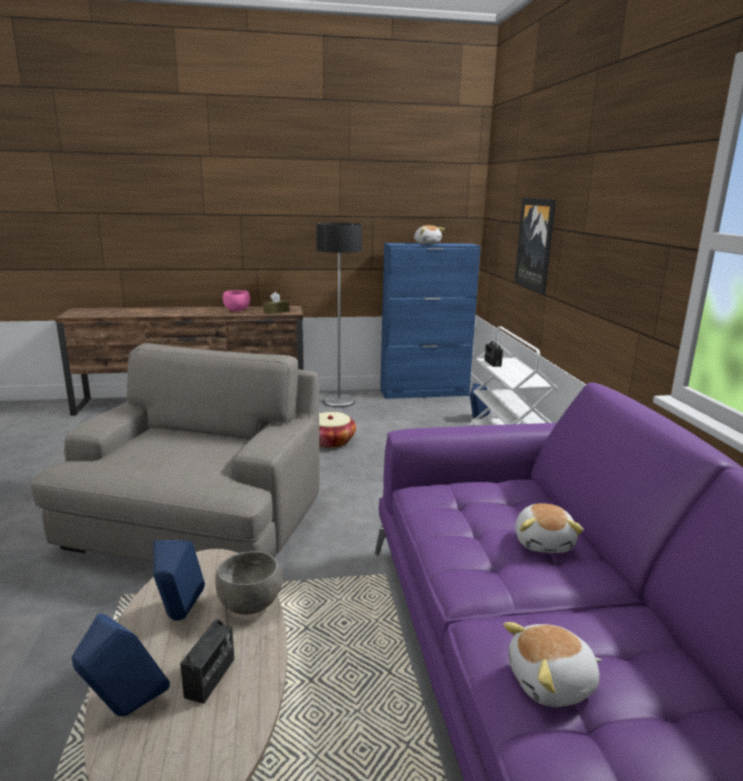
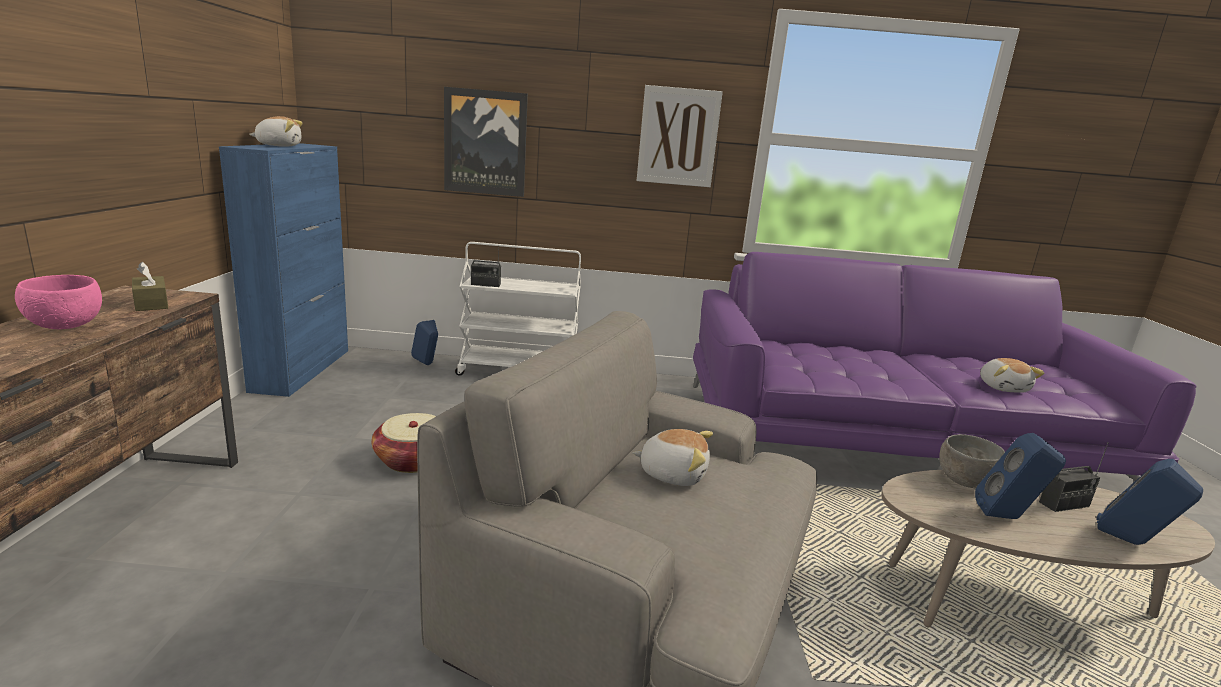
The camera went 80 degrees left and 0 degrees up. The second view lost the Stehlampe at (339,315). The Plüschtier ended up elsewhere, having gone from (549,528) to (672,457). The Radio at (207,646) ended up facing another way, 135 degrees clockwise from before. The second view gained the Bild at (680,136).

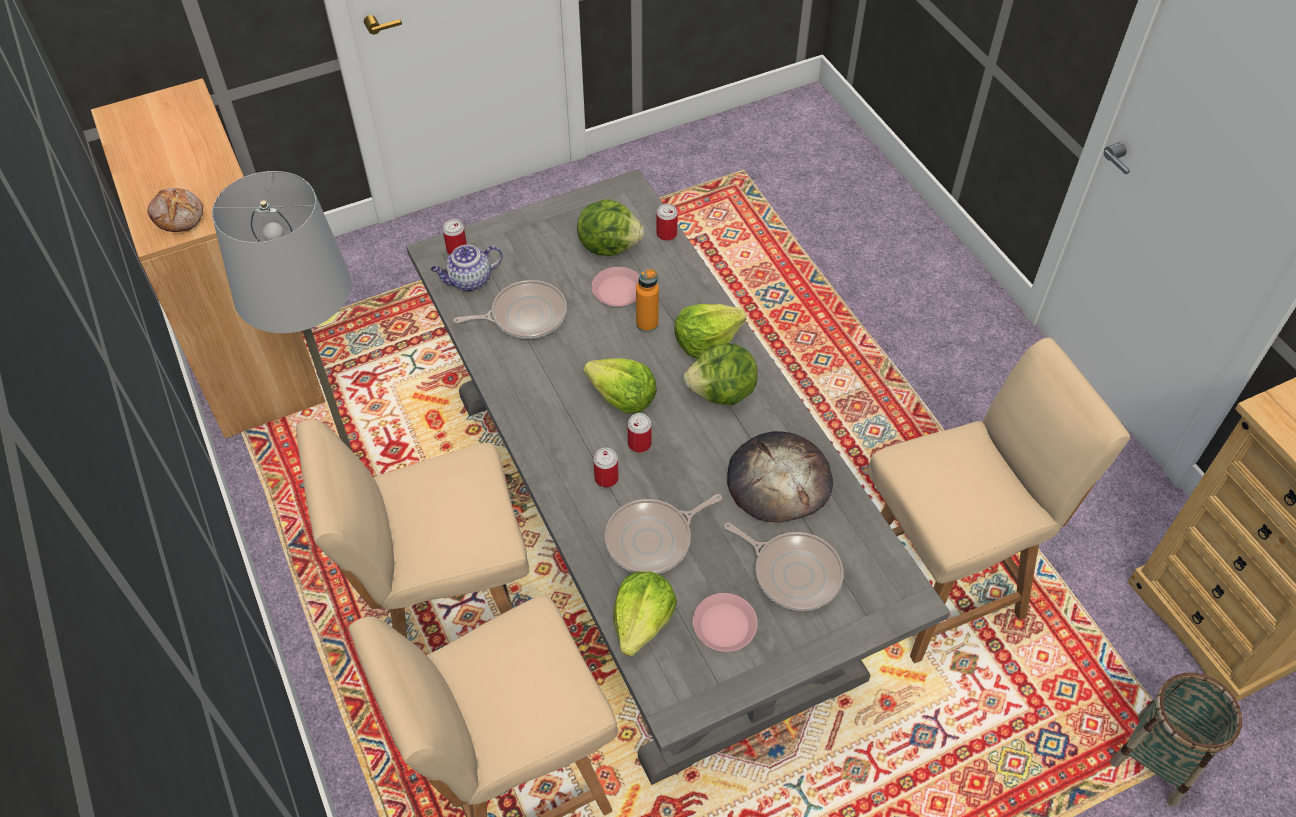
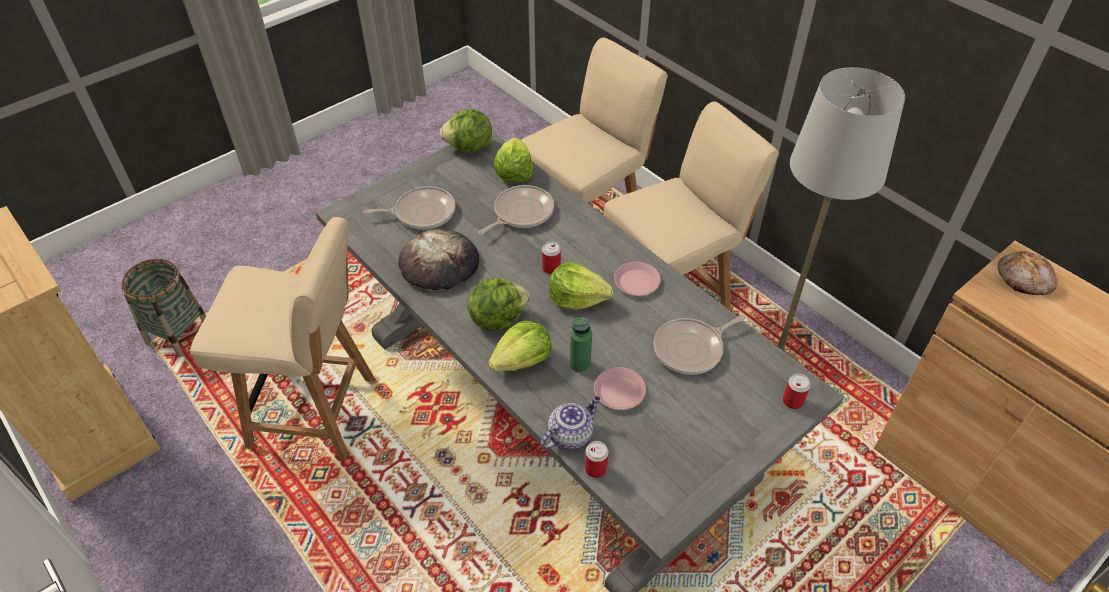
The camera went 165 degrees right and 5 degrees down. The Salatkopf ended up elsewhere, having gone from (610,227) to (466,131). The Teekanne ended up elsewhere, having gone from (467,268) to (570,423). What was the Flasche [orange] at (647,300) turned into the Flasche [grün] at (581,345). The Stuhl [beige] at (998,500) ended up facing another way, 135 degrees counterclockwise from before. The second view lost the Dose at (606,468). The Pfanne at (784,566) ended up facing another way, 150 degrees clockwise from before. The Teller [rosa] ended up elsewhere, having gone from (725,622) to (637,279).

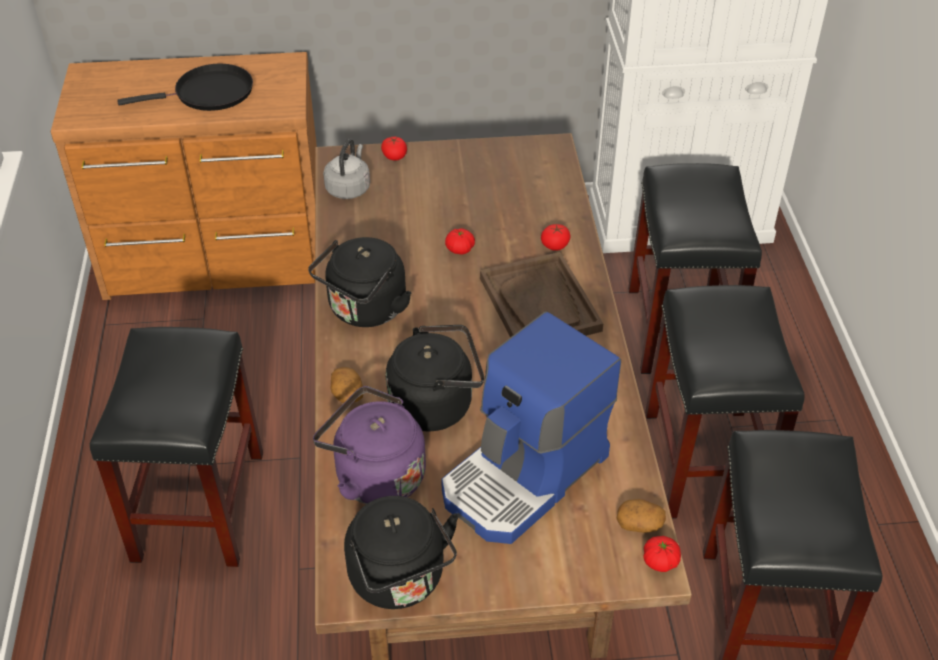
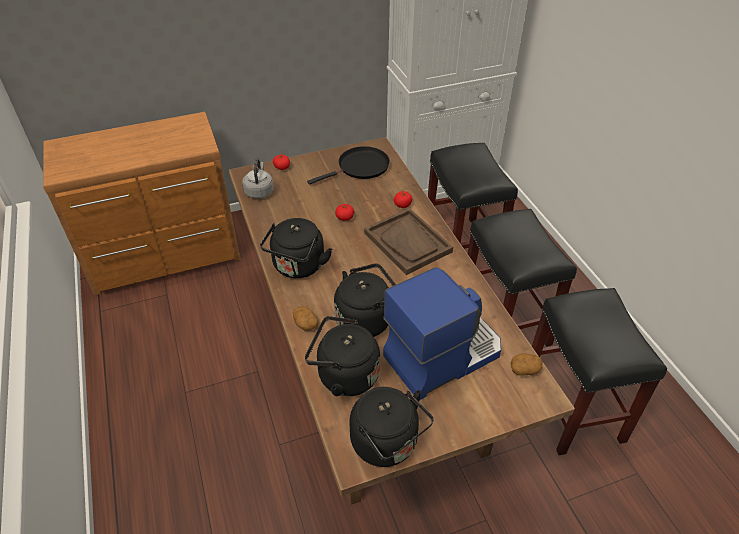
The camera went 15 degrees left and 0 degrees up. The Pfanne [schwarz] ended up elsewhere, having gone from (185,87) to (348,165). The Kaffeemaschine at (531,427) ended up facing another way, 150 degrees counterclockwise from before. The second view lost the Hocker [schwarz] at (176,447). What was the Wasserkessel [lila] at (369,445) turned into the Wasserkessel [schwarz] at (342,356). The second view lost the Tomate at (662,554).

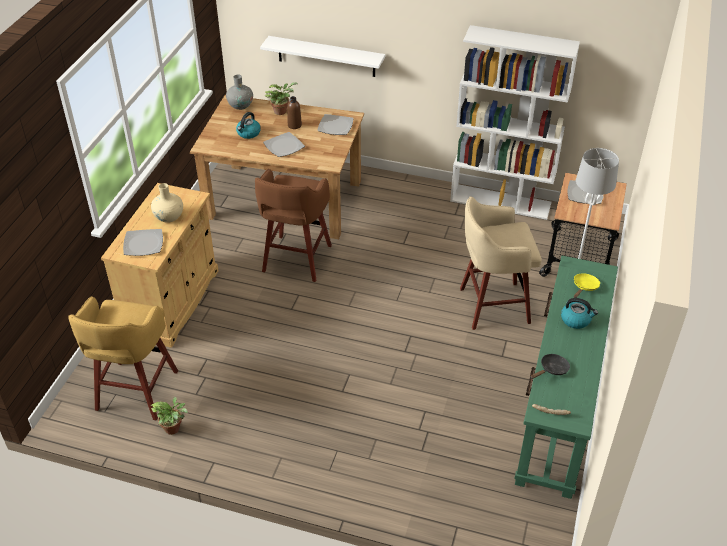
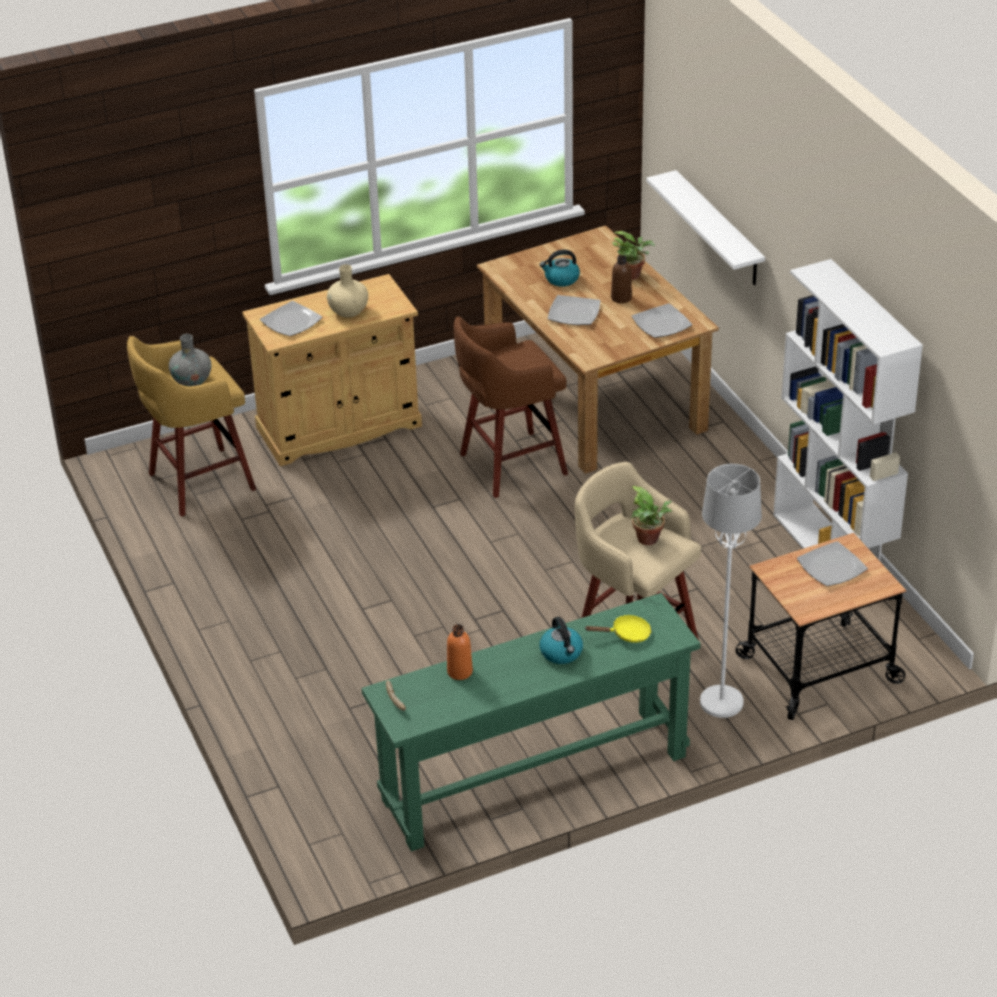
The camera went 50 degrees right and 5 degrees down. The Vase [grau] ended up elsewhere, having gone from (239,92) to (190,360). Where the Pfanne [schwarz] stood at (550,366), the Flasche [orange] came to stand at (460,652). The Topfpflanze ended up elsewhere, having gone from (169,416) to (651,515).

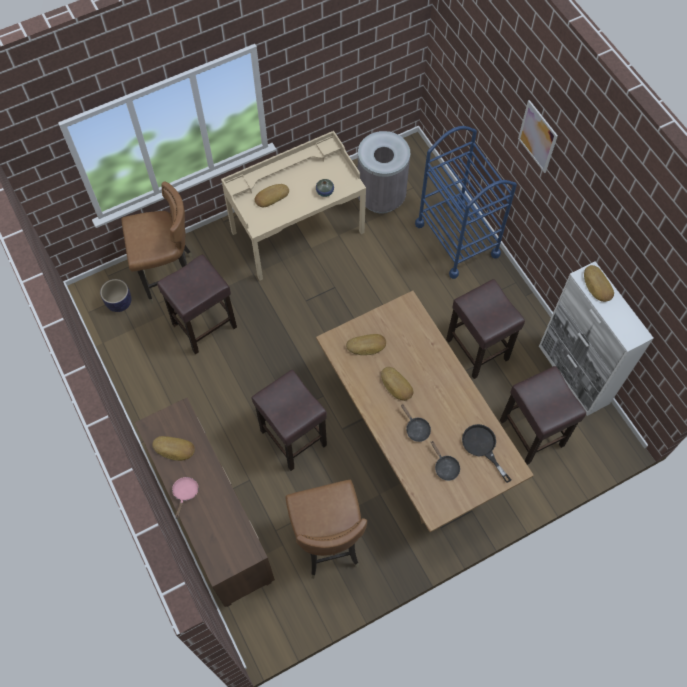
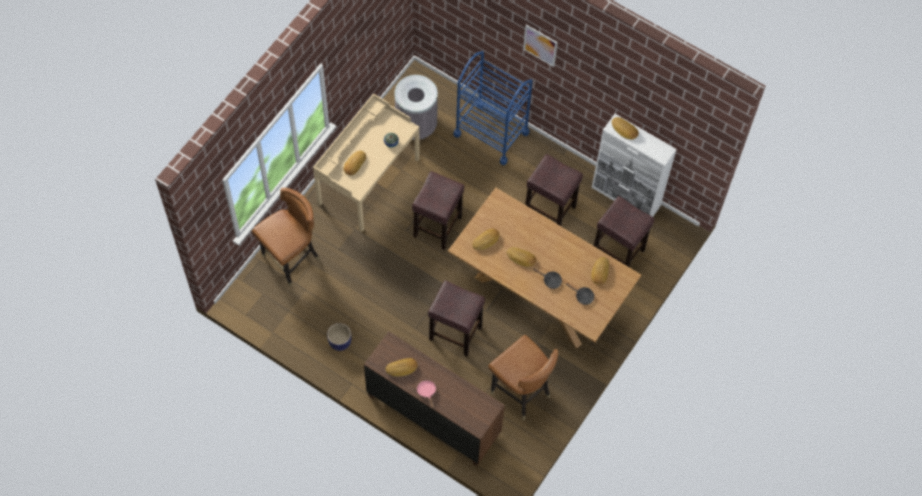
The camera went 30 degrees left and 0 degrees up. The Hocker [braun] ended up elsewhere, having gone from (197,305) to (438,210). The Pflanzkübel ended up elsewhere, having gone from (116,295) to (339,337). Where the Pfanne [schwarz] stood at (486,453), the Brot came to stand at (600,271).

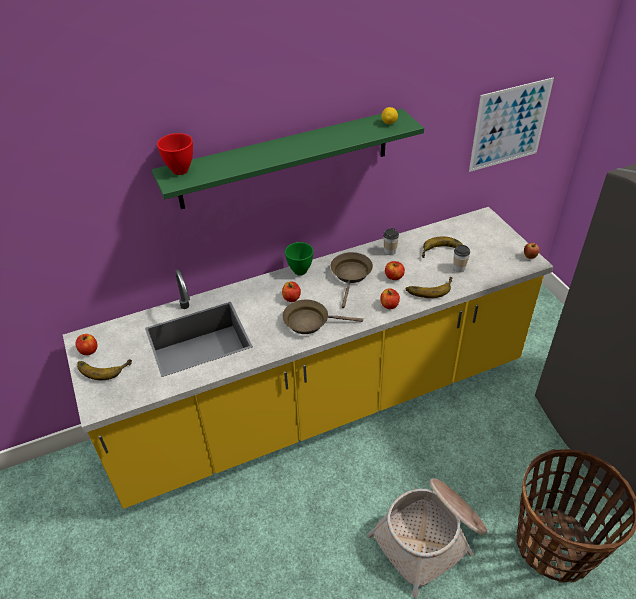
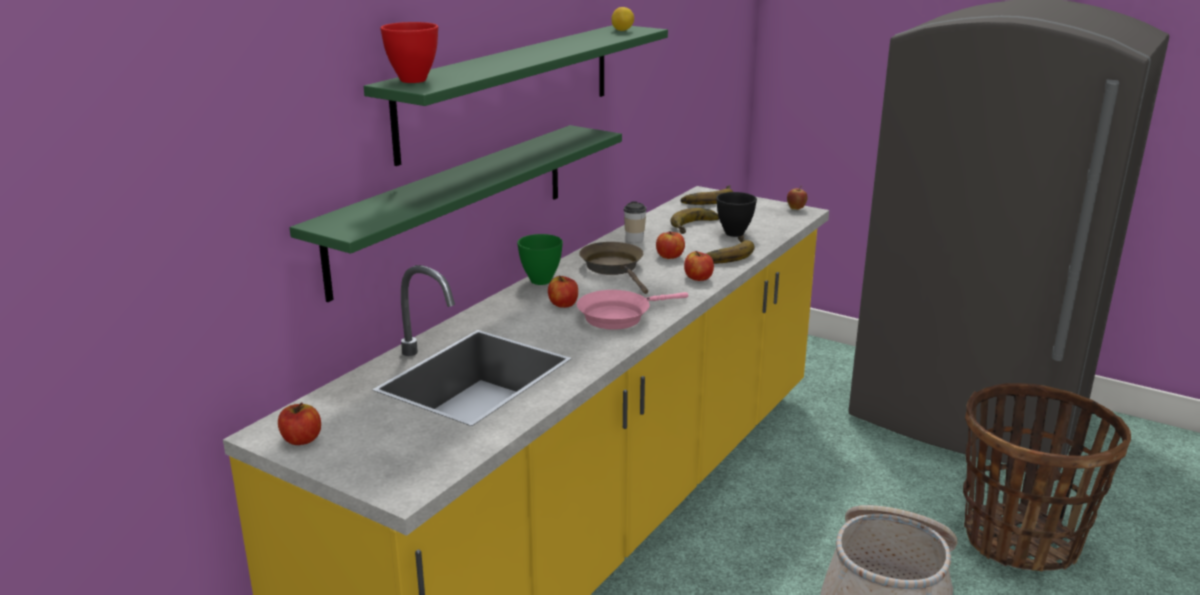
The camera went 35 degrees left and 20 degrees down. The second view lost the Bild at (511,125). Where the Tasse stood at (461,258), the Schüssel [schwarz] came to stand at (736,214). What was the Pfanne [braun] at (323,317) turned into the Pfanne [rosa] at (632,310). The Banane ended up elsewhere, having gone from (104,369) to (706,195). The second view gained the Wandregal [grün] at (456,213).

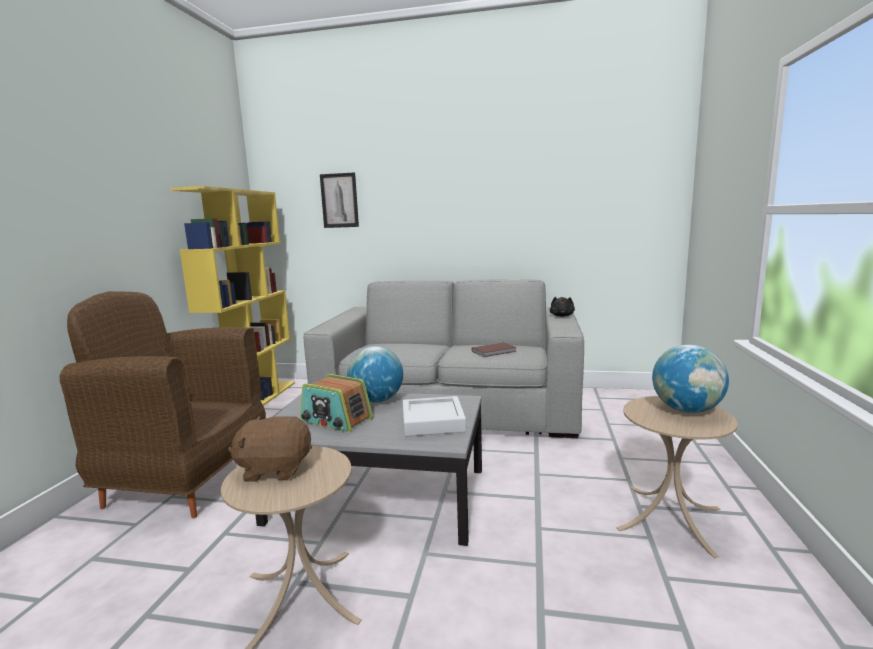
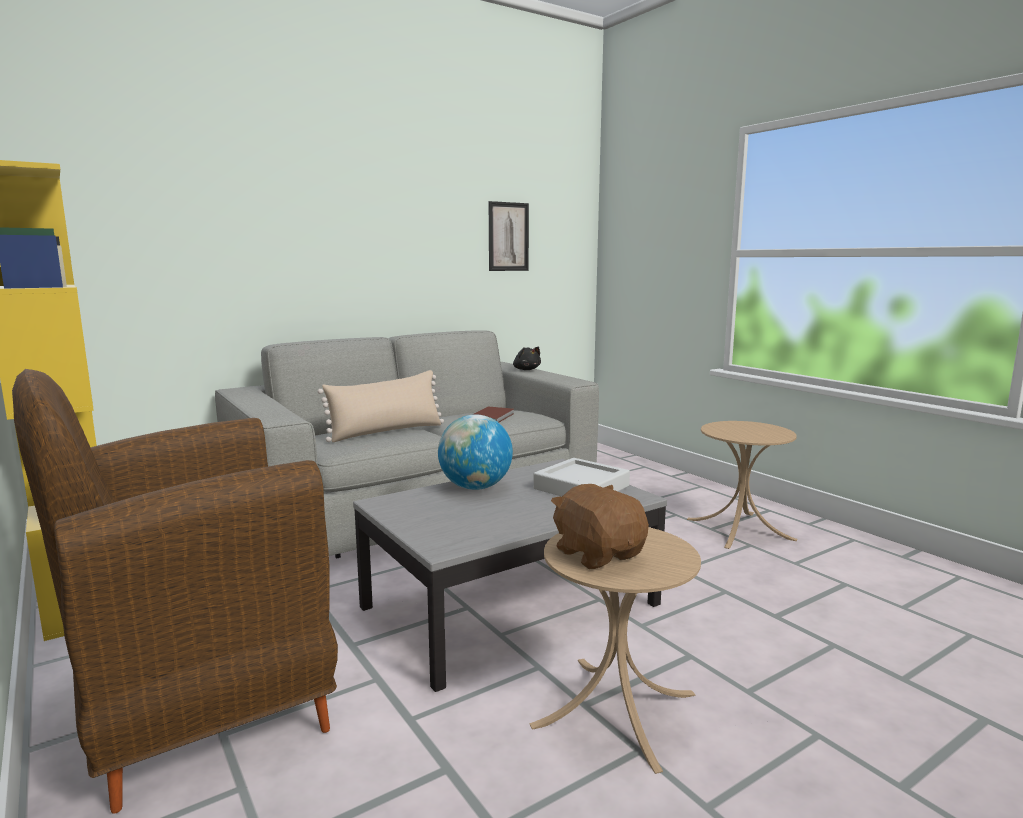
The camera went 45 degrees left and 0 degrees up. The Bild ended up elsewhere, having gone from (339,200) to (509,236). The second view lost the Globus at (690,379). The second view lost the Radio at (336,403). The Plüschtier [braun] at (270,449) ended up facing another way, 105 degrees clockwise from before. The second view gained the Kissen [beige] at (381,406).

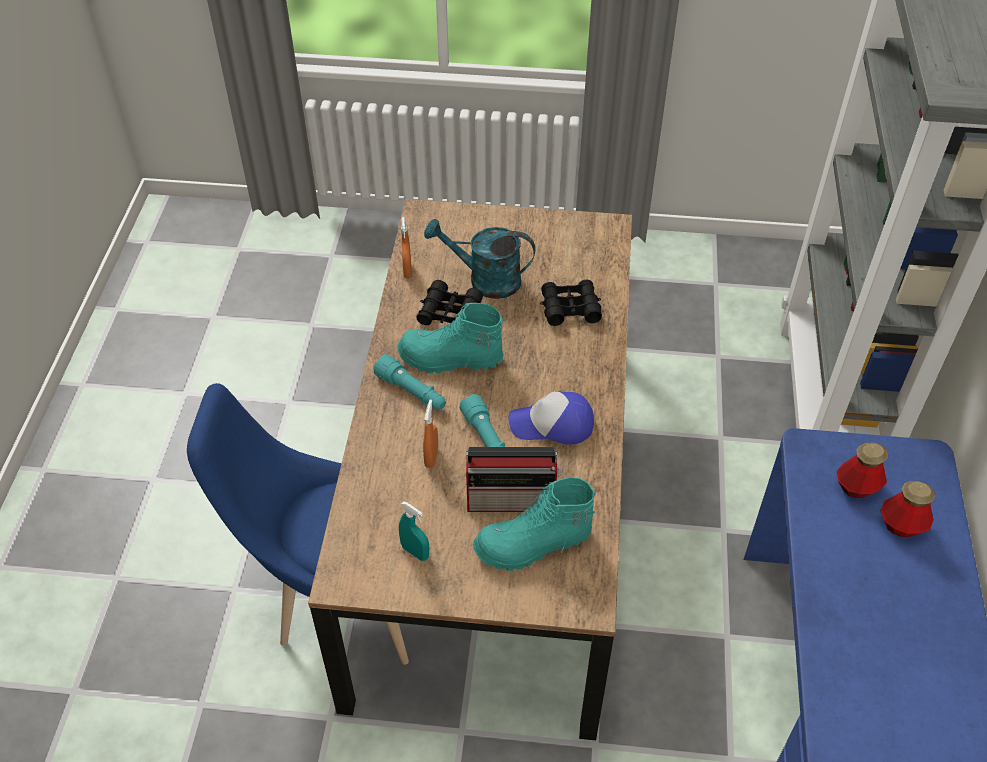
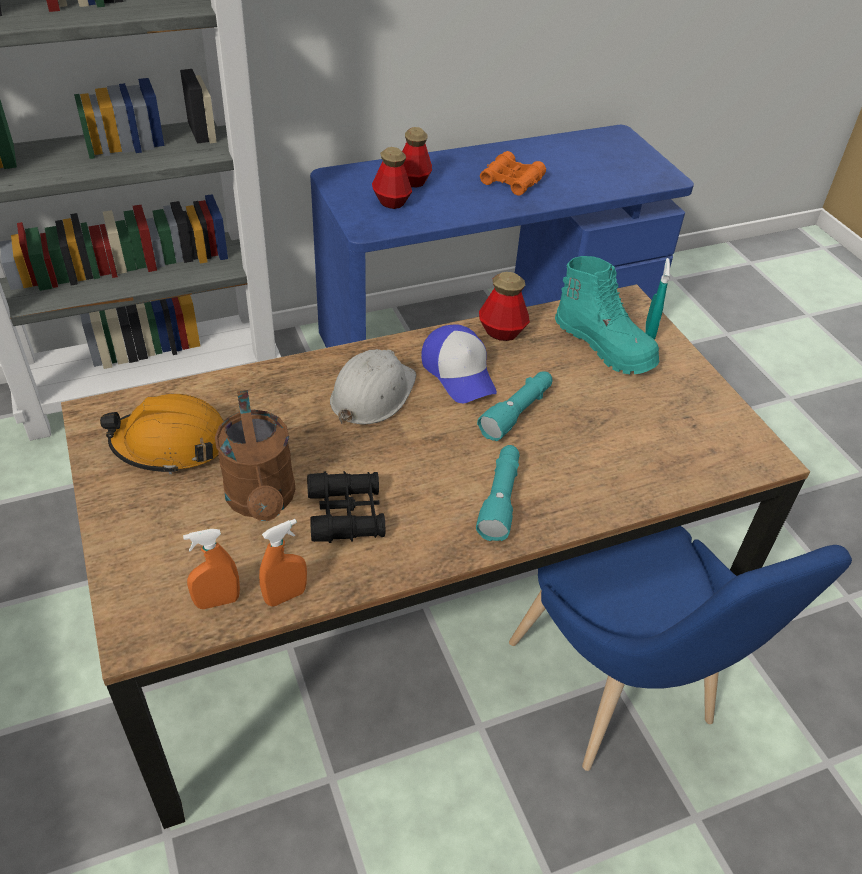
The camera went 120 degrees left and 5 degrees down. What was the Gießkanne [türkis] at (479,259) turned into the Gießkanne [braun] at (255,455). The second view lost the Fernglas [schwarz] at (571,302). The second view lost the Stiefel [türkis] at (450,338). The Sprühflasche [orange] ended up elsewhere, having gone from (430,434) to (211,569). The second view lost the Radio at (513,479). The Sprühflasche [türkis] ended up elsewhere, having gone from (414,531) to (657,299). The second view gained the Fernglas [orange] at (513,173). The second view gained the Flasche at (504,306). The second view gained the Schutzhelm [weiß] at (373,387). The second view gained the Schutzhelm [orange] at (162,434).

